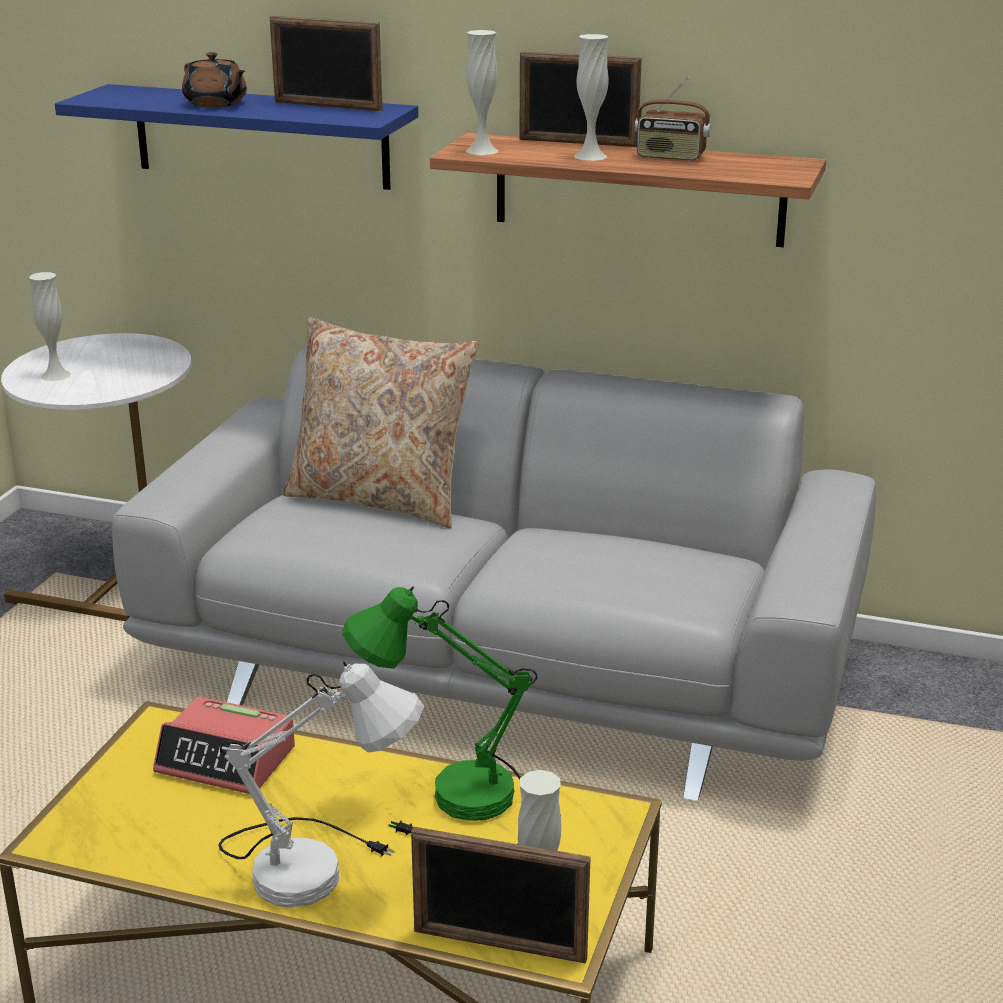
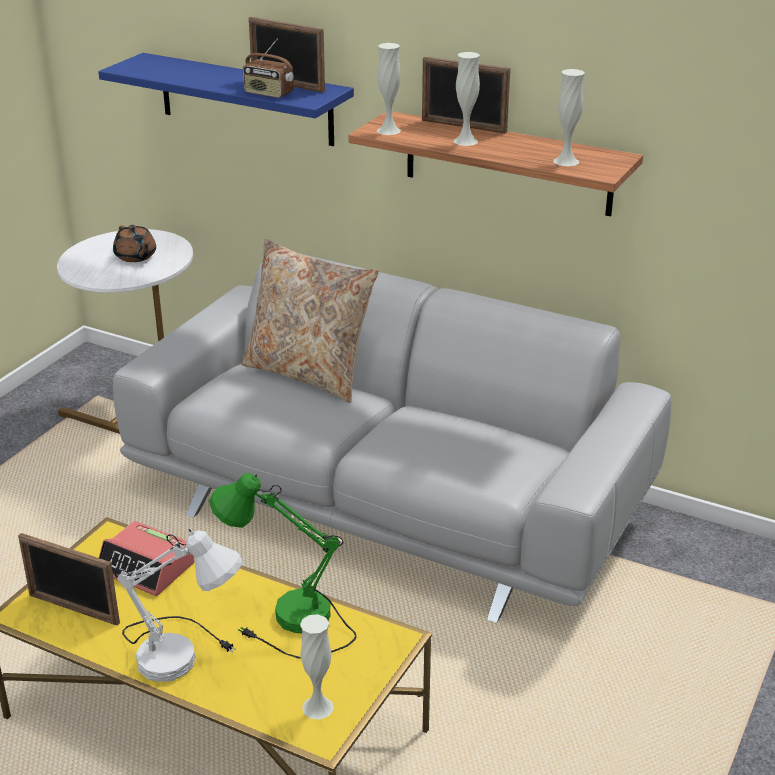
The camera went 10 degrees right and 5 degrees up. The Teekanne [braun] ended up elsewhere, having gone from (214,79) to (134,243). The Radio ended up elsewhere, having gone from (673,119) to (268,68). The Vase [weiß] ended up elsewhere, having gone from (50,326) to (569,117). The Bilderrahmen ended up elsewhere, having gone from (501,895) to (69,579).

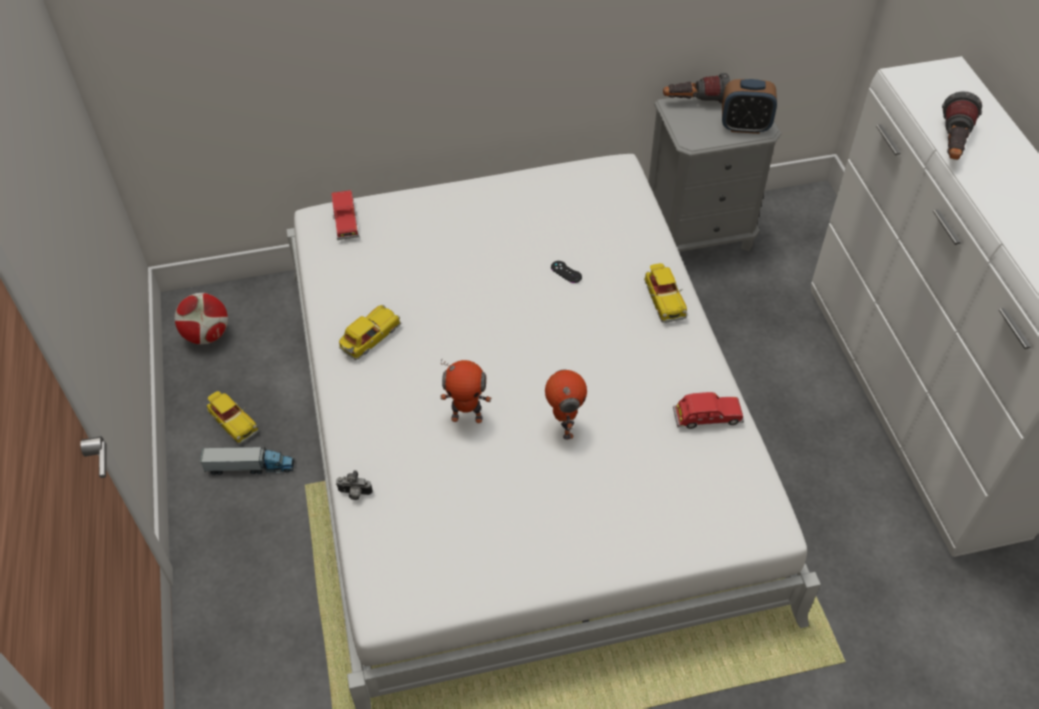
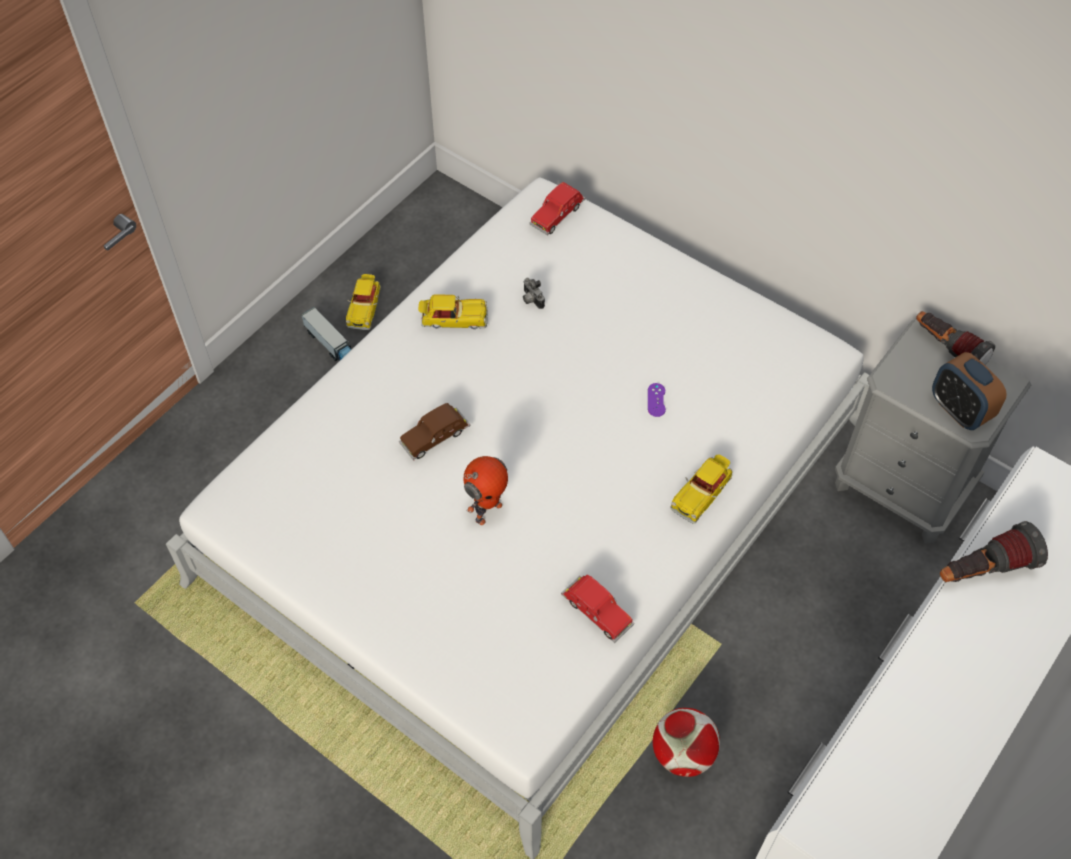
The camera went 50 degrees right and 5 degrees up. What was the Gamepad [schwarz] at (566,272) turned into the Gamepad [lila] at (657,400). The Fußball ended up elsewhere, having gone from (201,319) to (686,742). Where the Spielzeugroboter stood at (465,391), the Spielzeugauto [braun] came to stand at (434,432). The Kamera ended up elsewhere, having gone from (354,485) to (534,293).

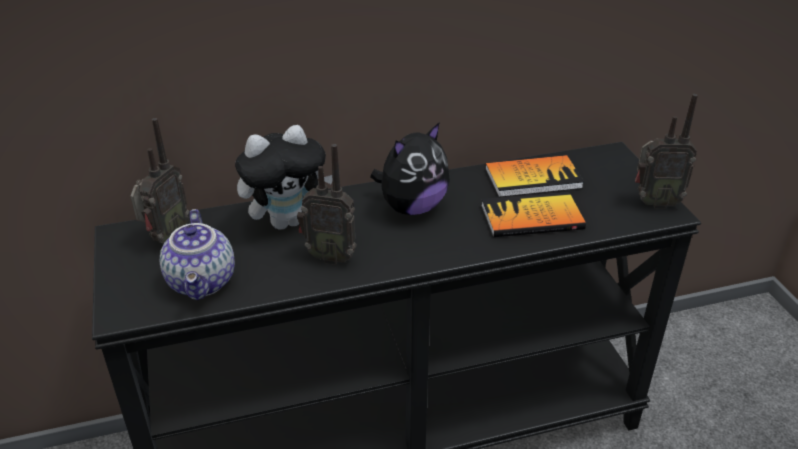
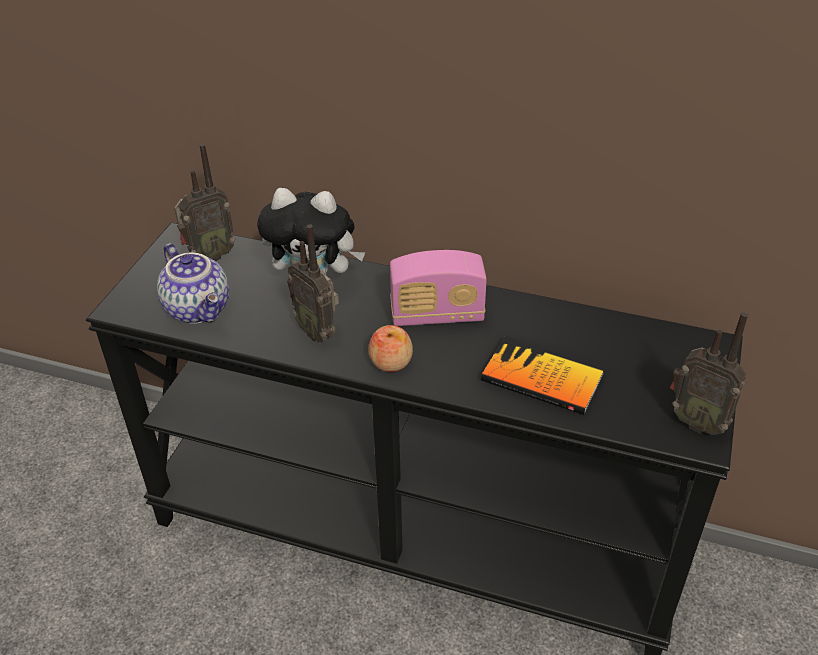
The camera went 35 degrees right and 5 degrees up. Where the Plüschtier stood at (410,168), the Radio came to stand at (438,288). The second view lost the Buch at (534,176). The Teekanne at (197,254) ended up facing another way, 60 degrees counterclockwise from before. The second view gained the Apfel at (390,348).

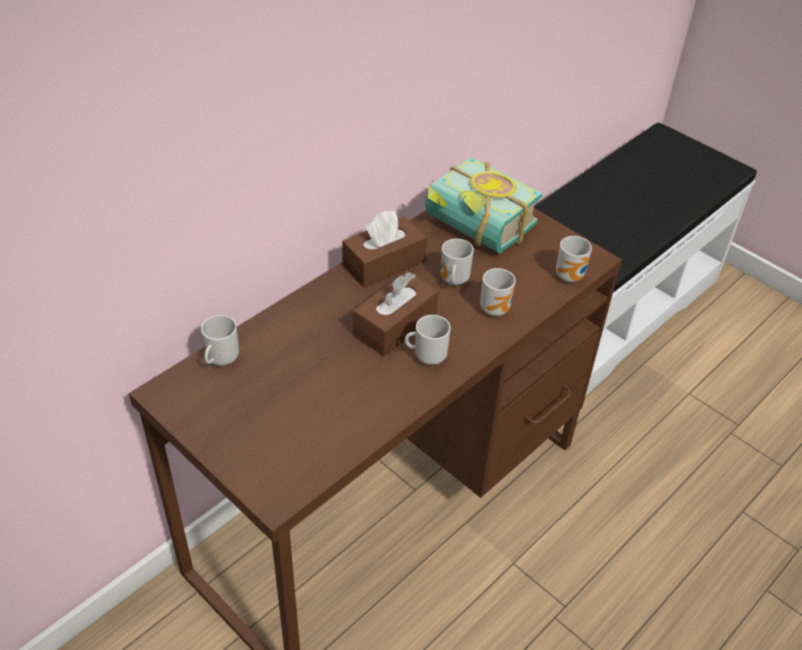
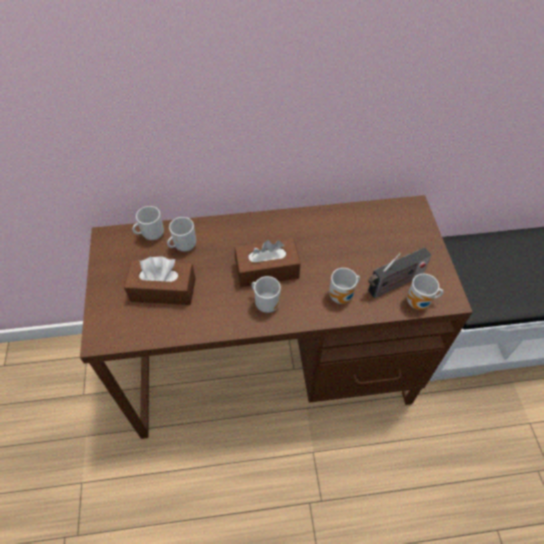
The camera went 40 degrees right and 10 degrees up. The second view lost the Buch at (483,205). The Taschentuchbox [braun] ended up elsewhere, having gone from (384,249) to (160,280). The Henkelbecher ended up elsewhere, having gone from (457,262) to (181,234). The second view gained the Radio at (399,272).

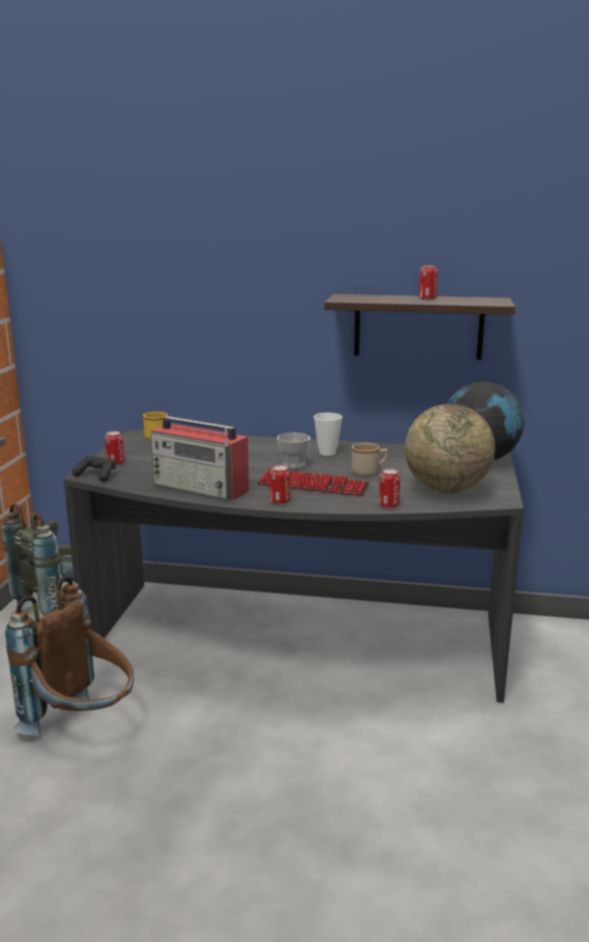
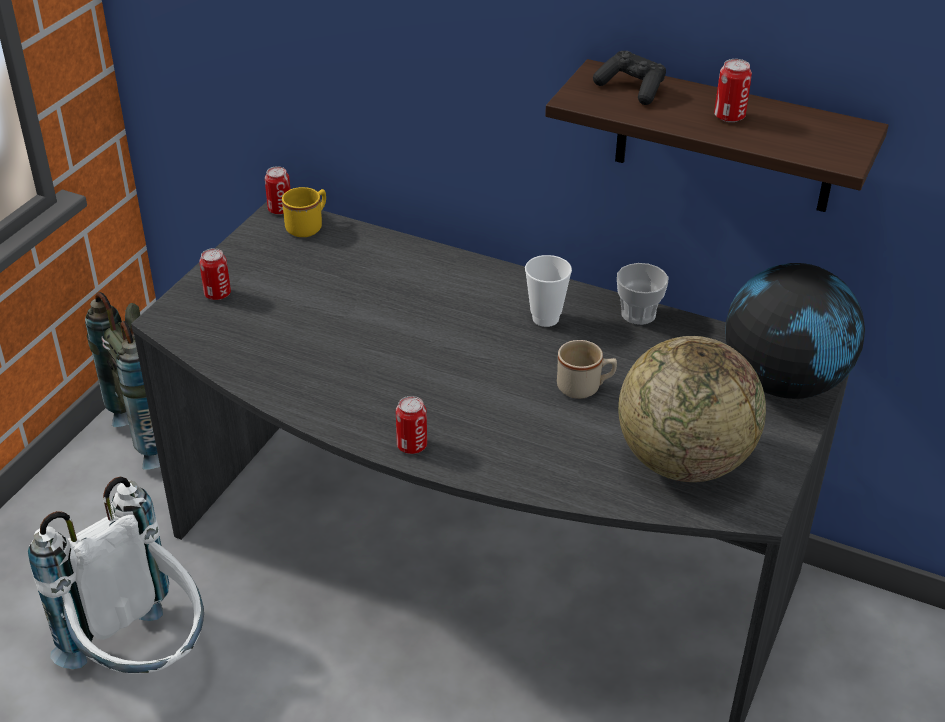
The camera went 15 degrees right and 20 degrees up. The second view lost the Radio at (200,458). The Tasse ended up elsewhere, having gone from (293,451) to (642,294). The Gamepad [schwarz] ended up elsewhere, having gone from (94,468) to (629,78). The Dose ended up elsewhere, having gone from (389,488) to (278,190). The second view lost the Tastatur at (313,482). What was the Rucksack [braun] at (69,656) turned into the Rucksack [weiß] at (116,575).

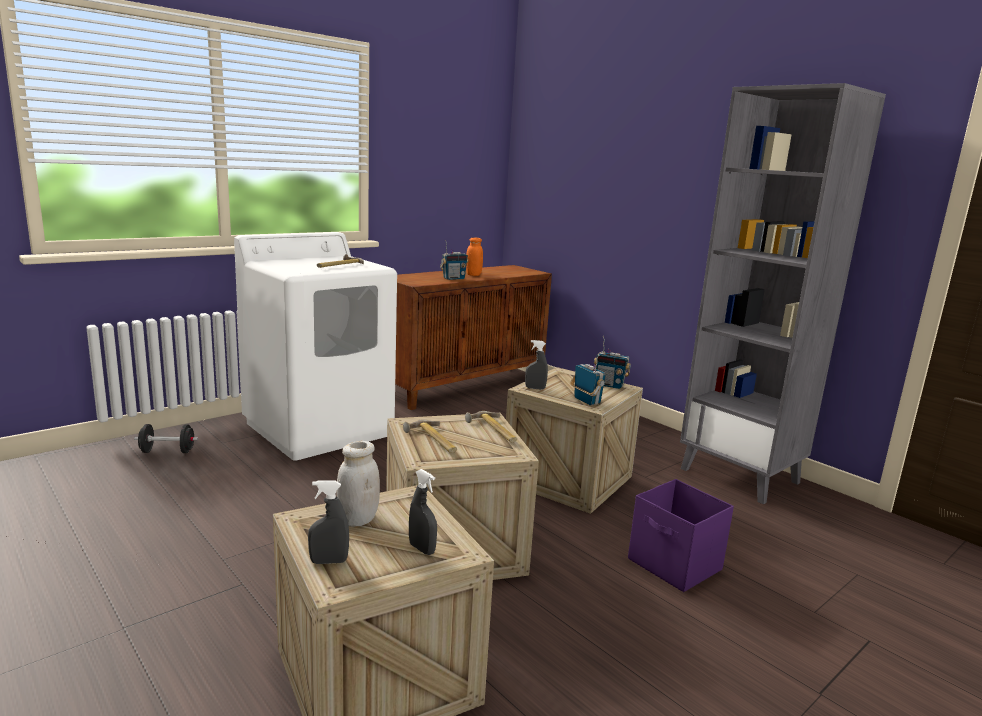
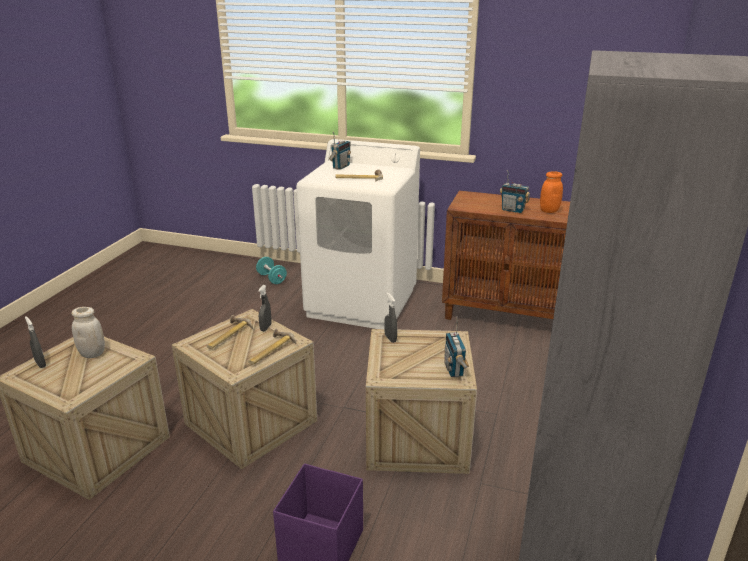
The camera went 60 degrees right and 10 degrees up. The Radio ended up elsewhere, having gone from (588,380) to (340,150). What was the Hantel [schwarz] at (166,438) turned into the Hantel [türkis] at (271,270). The Sprühflasche [grau] ended up elsewhere, having gone from (423,512) to (265,308).

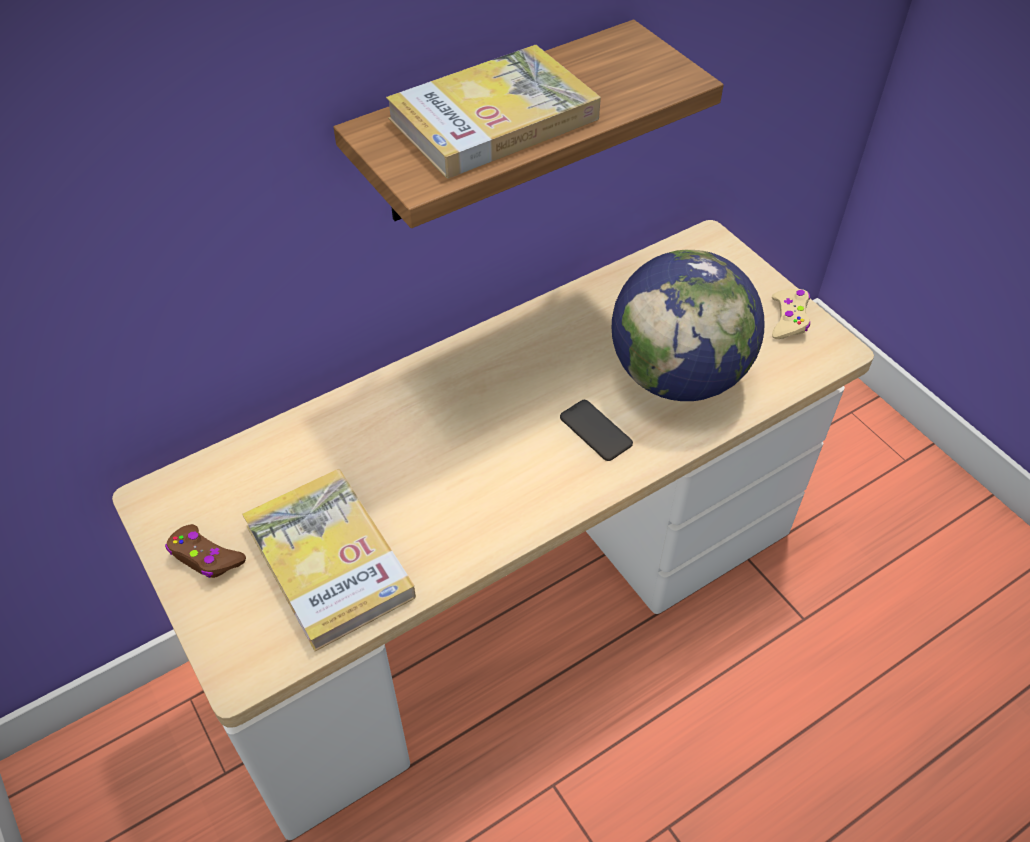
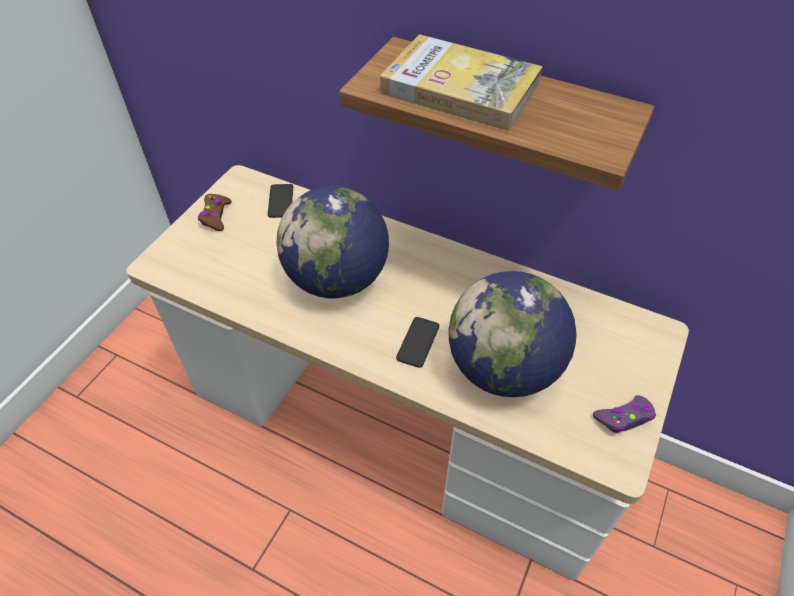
The camera went 60 degrees right and 0 degrees up. What was the Gamepad [beige] at (791,314) turned into the Gamepad [lila] at (624,414). The second view lost the Buch at (329,560). The second view gained the Handy at (280,201). The second view gained the Globus at (332,242).

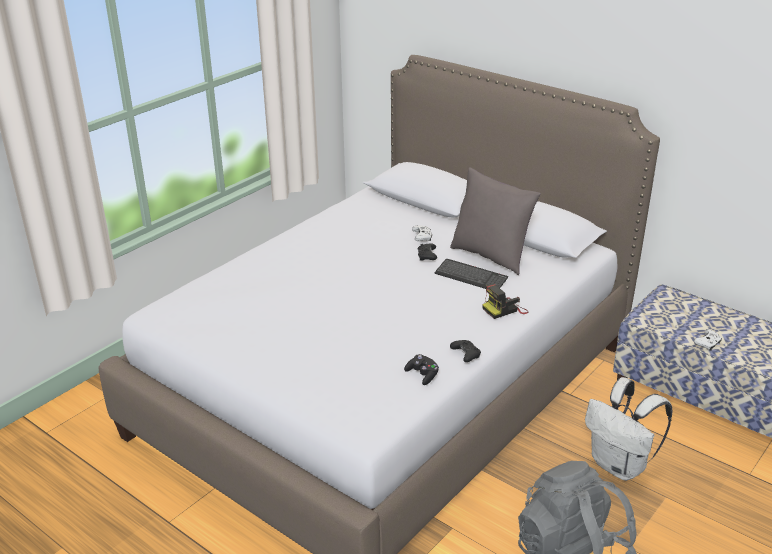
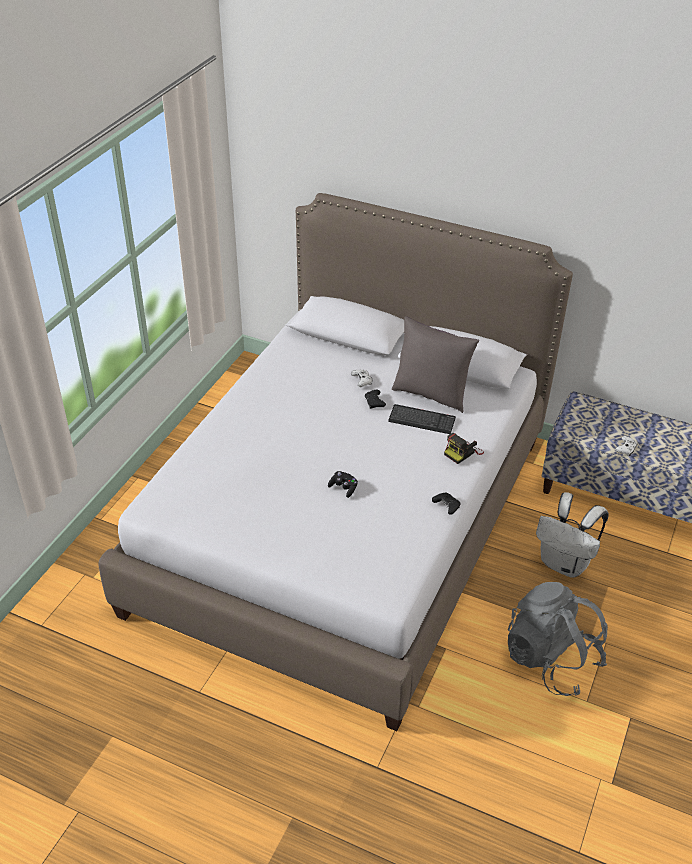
The camera went 15 degrees left and 10 degrees up. The Gamepad [schwarz] ended up elsewhere, having gone from (421,369) to (343,484).

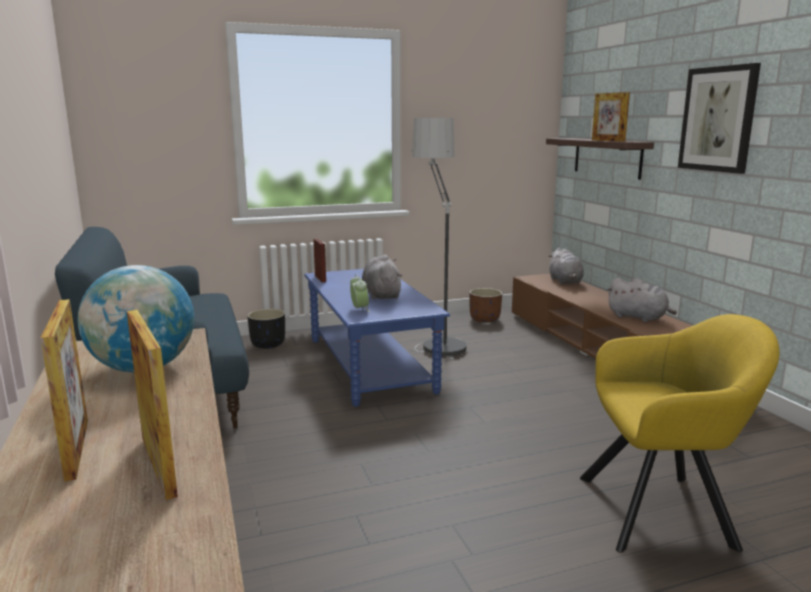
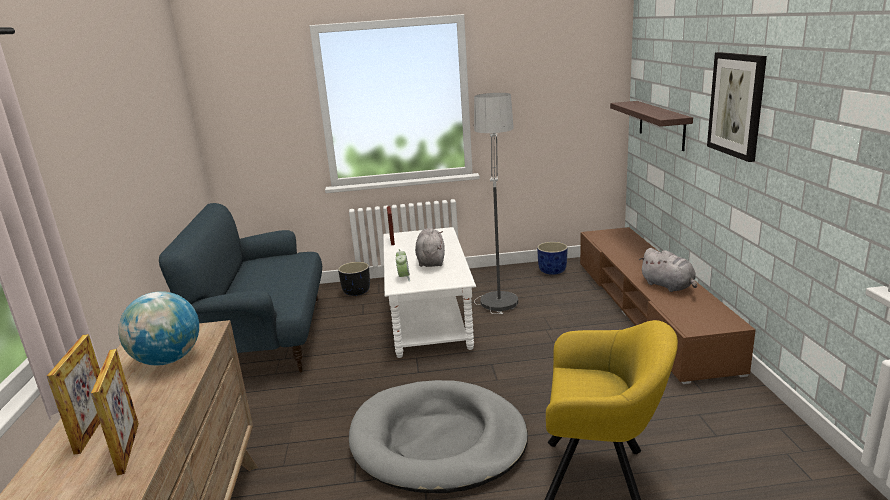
The camera went 15 degrees right and 5 degrees up. The second view lost the Bilderrahmen at (611,117). The second view lost the Plüschtier [grau] at (566,266). What was the Couchtisch [blau] at (377,338) turned into the Couchtisch [weiß] at (429,292). What was the Pflanzkübel [braun] at (485,305) turned into the Pflanzkübel [blau] at (552,258). The second view gained the Hundebett [grau] at (438,436).

